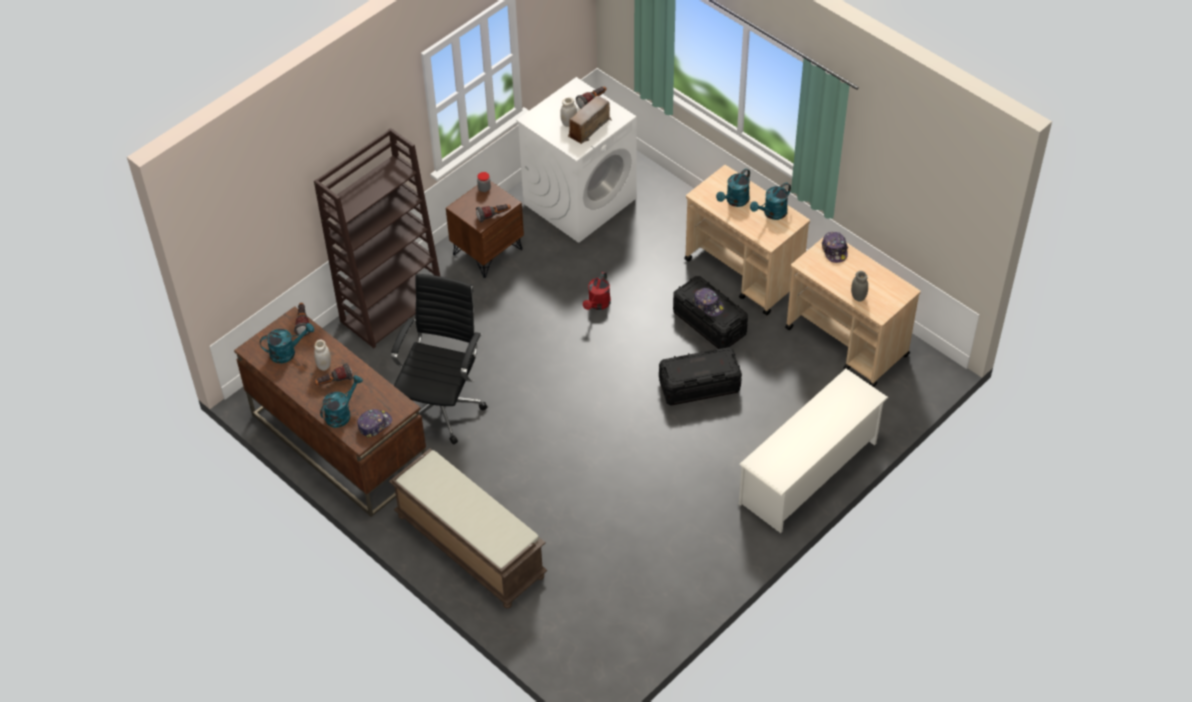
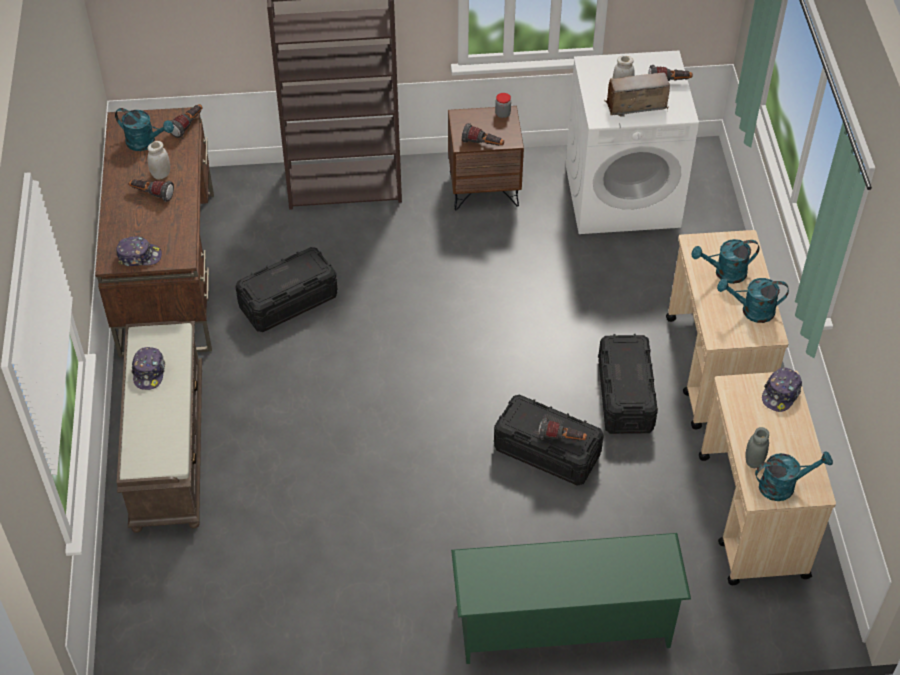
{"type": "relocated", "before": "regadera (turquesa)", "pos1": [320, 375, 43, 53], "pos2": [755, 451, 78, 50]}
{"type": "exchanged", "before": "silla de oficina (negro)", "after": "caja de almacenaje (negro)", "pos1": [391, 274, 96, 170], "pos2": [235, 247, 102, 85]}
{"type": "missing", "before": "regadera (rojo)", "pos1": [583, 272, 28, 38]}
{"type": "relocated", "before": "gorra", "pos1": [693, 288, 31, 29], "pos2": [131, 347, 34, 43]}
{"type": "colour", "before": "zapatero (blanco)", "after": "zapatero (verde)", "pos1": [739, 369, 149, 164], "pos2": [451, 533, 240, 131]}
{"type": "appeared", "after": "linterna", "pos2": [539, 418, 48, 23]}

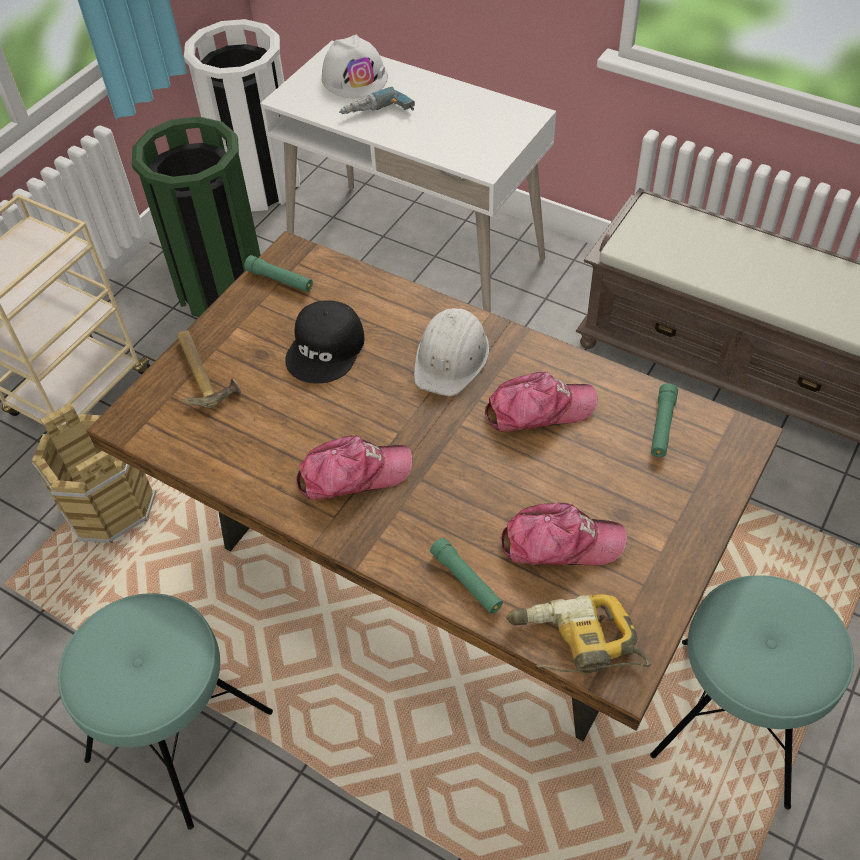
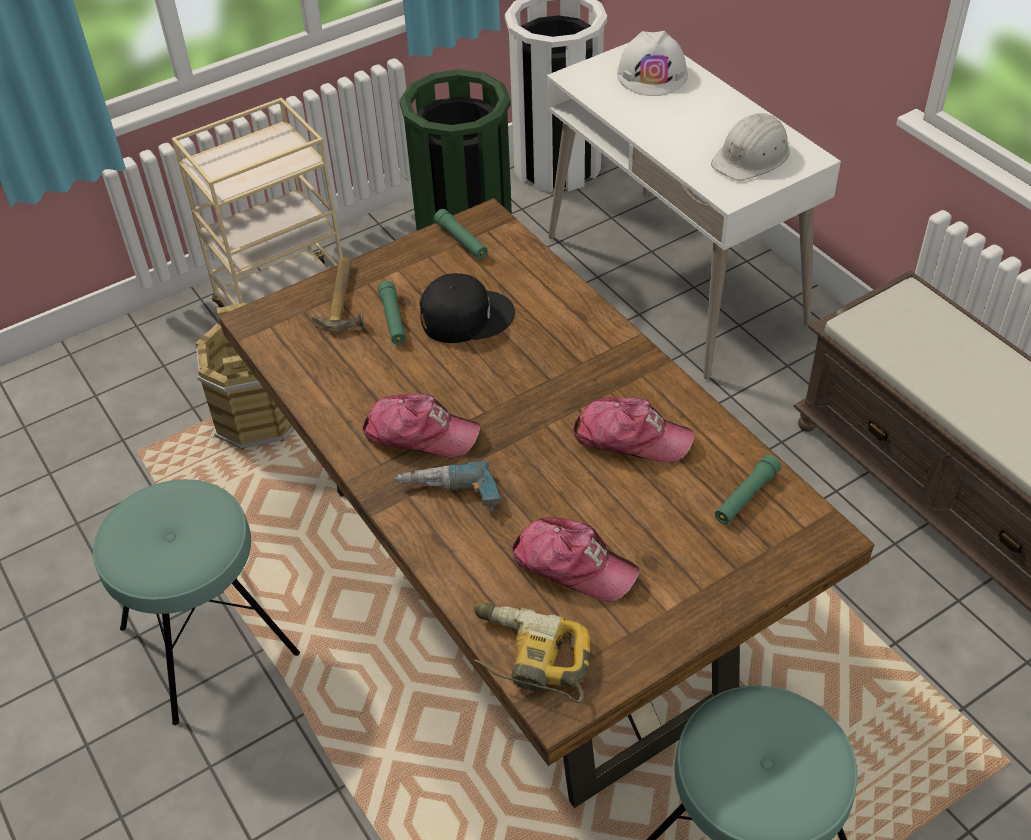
{"type": "spun", "before": "gorra (negro)", "pos1": [285, 300, 80, 84], "pos2": [420, 273, 95, 70], "turn": -150}
{"type": "relocated", "before": "taladro", "pos1": [339, 87, 76, 27], "pos2": [394, 461, 107, 51]}
{"type": "relocated", "before": "casco (blanco)", "pos1": [414, 308, 75, 88], "pos2": [711, 113, 79, 68]}
{"type": "relocated", "before": "linterna (verde)", "pos1": [430, 538, 73, 76], "pos2": [378, 281, 28, 64]}

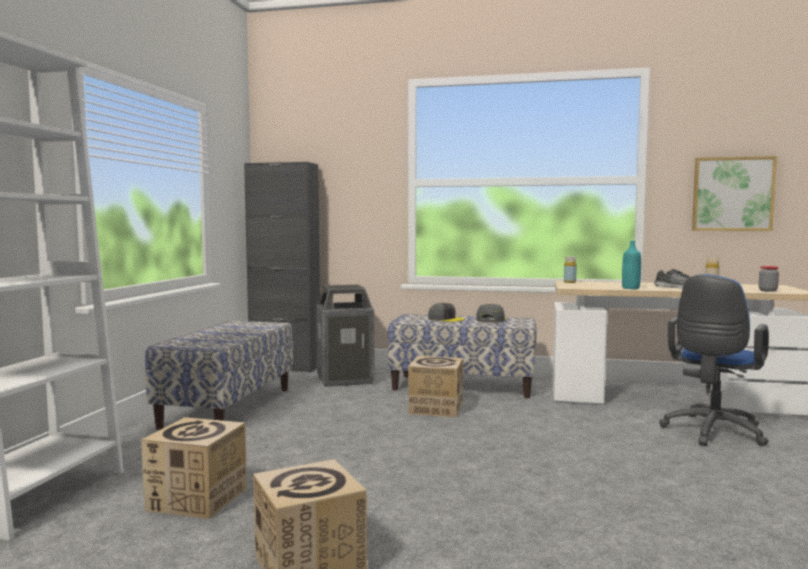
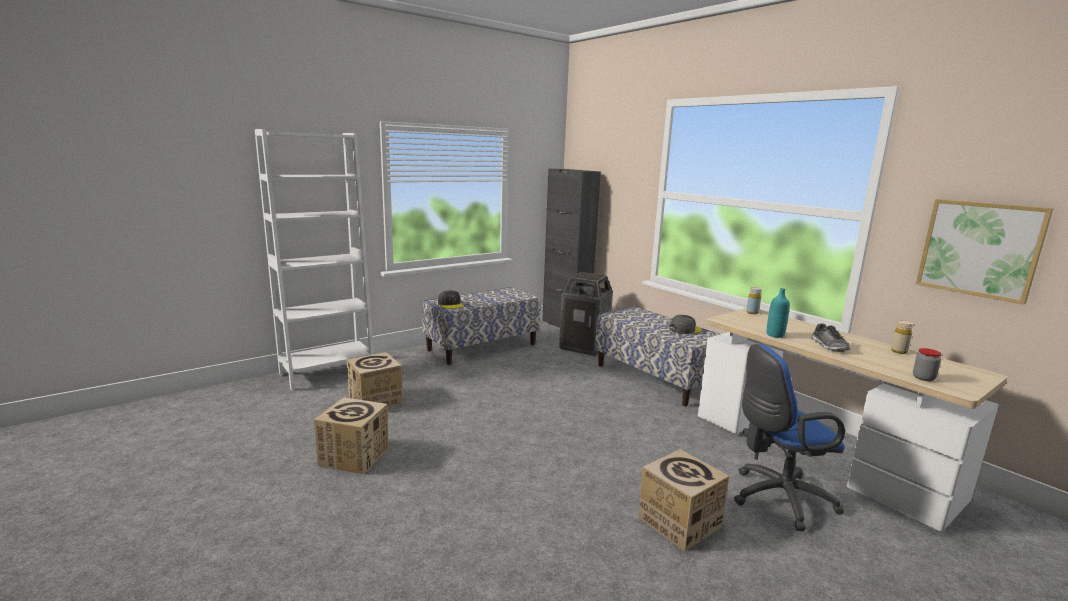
{"type": "relocated", "before": "caja de cartón", "pos1": [408, 356, 55, 62], "pos2": [639, 449, 90, 103]}
{"type": "relocated", "before": "gorra (gris)", "pos1": [428, 303, 37, 19], "pos2": [438, 290, 25, 19]}

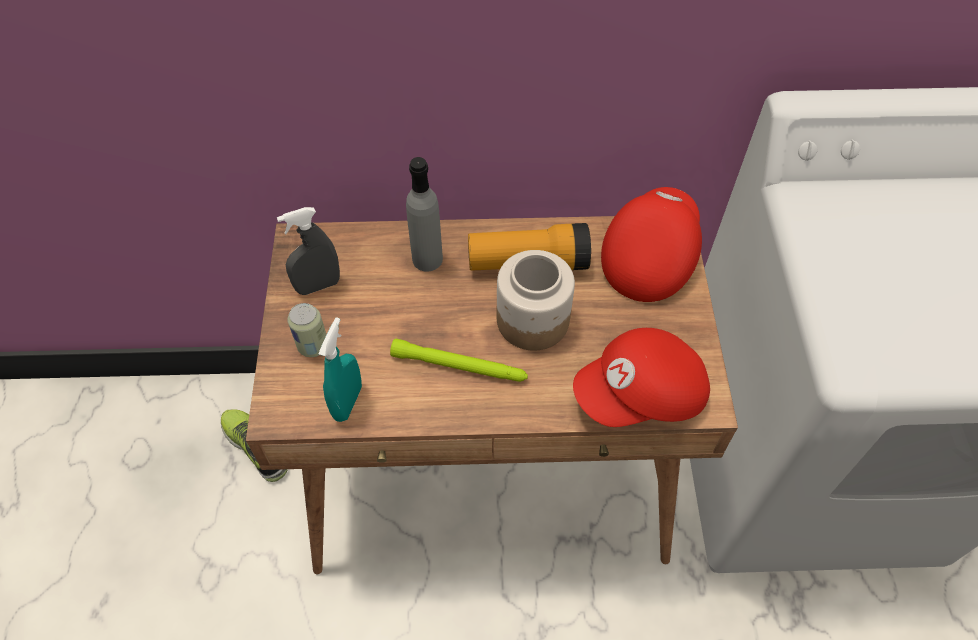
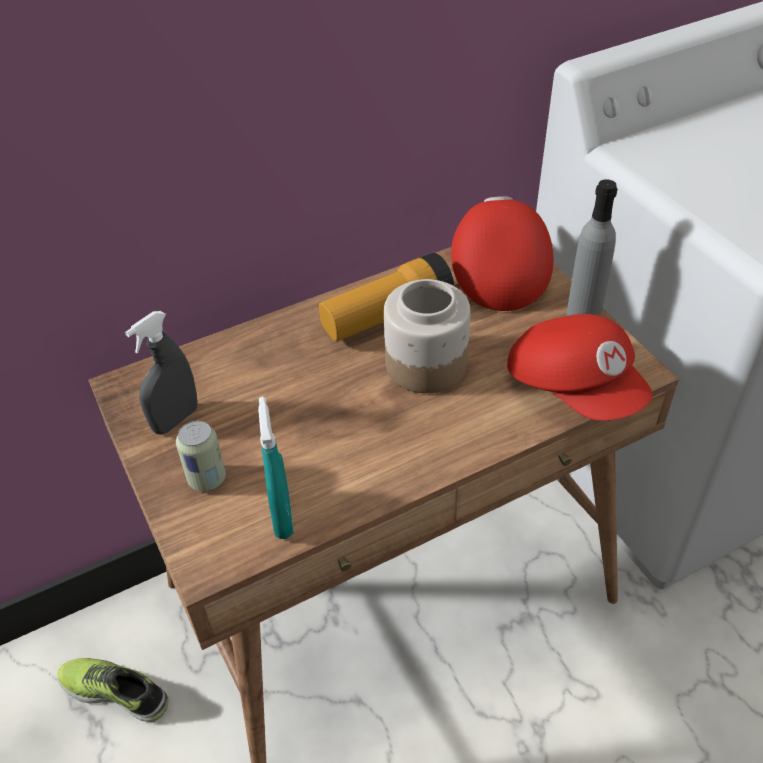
{"type": "missing", "before": "linterna (verde)", "pos1": [390, 339, 138, 43]}
{"type": "relocated", "before": "botella (gris)", "pos1": [406, 157, 37, 115], "pos2": [566, 179, 51, 137]}
{"type": "spun", "before": "gorra (rojo)", "pos1": [573, 328, 137, 99], "pos2": [507, 314, 146, 107], "turn": -75}

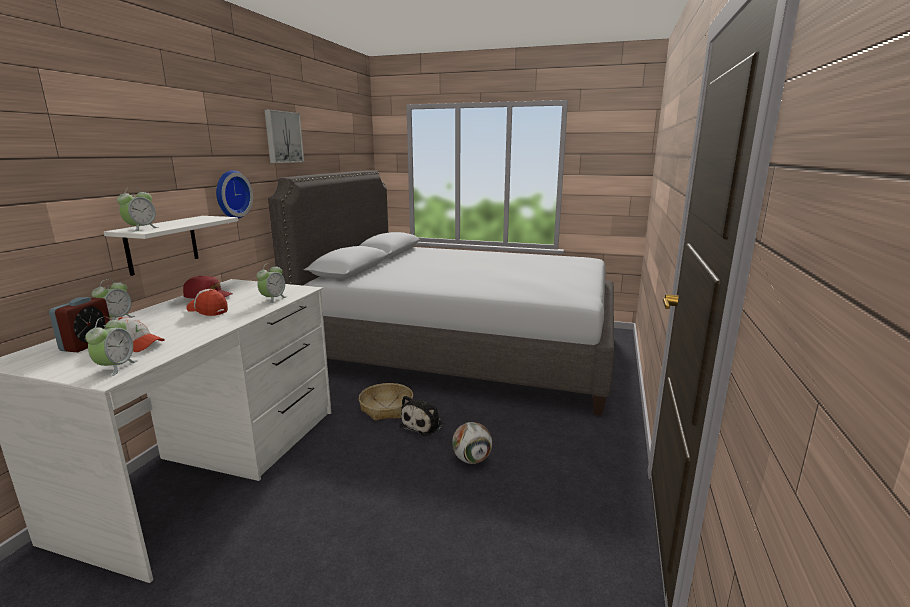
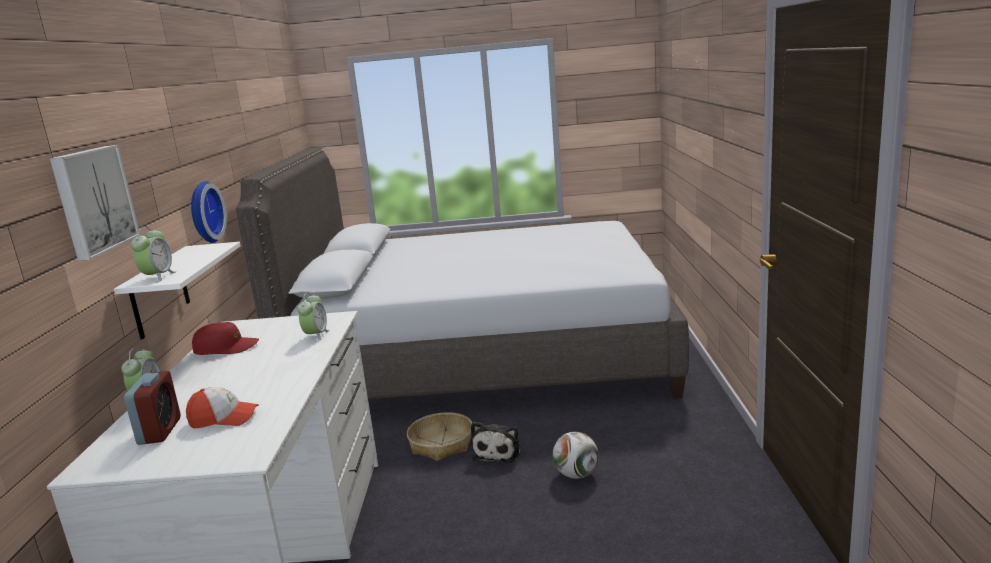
{"type": "missing", "before": "despertador", "pos1": [85, 316, 53, 60]}
{"type": "missing", "before": "gorra", "pos1": [187, 289, 41, 27]}
{"type": "relocated", "before": "cuadro", "pos1": [264, 110, 40, 53], "pos2": [50, 145, 89, 116]}

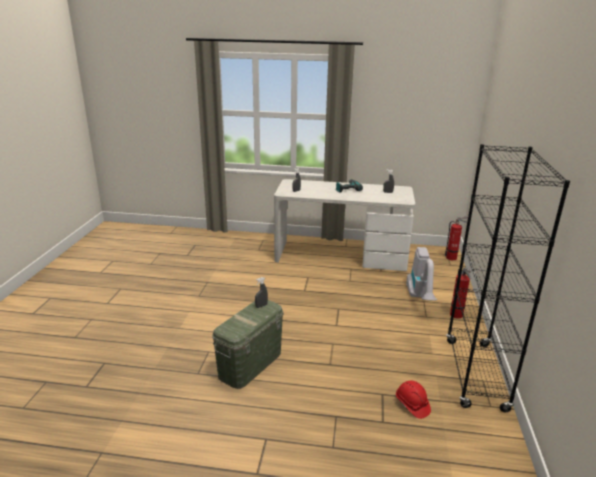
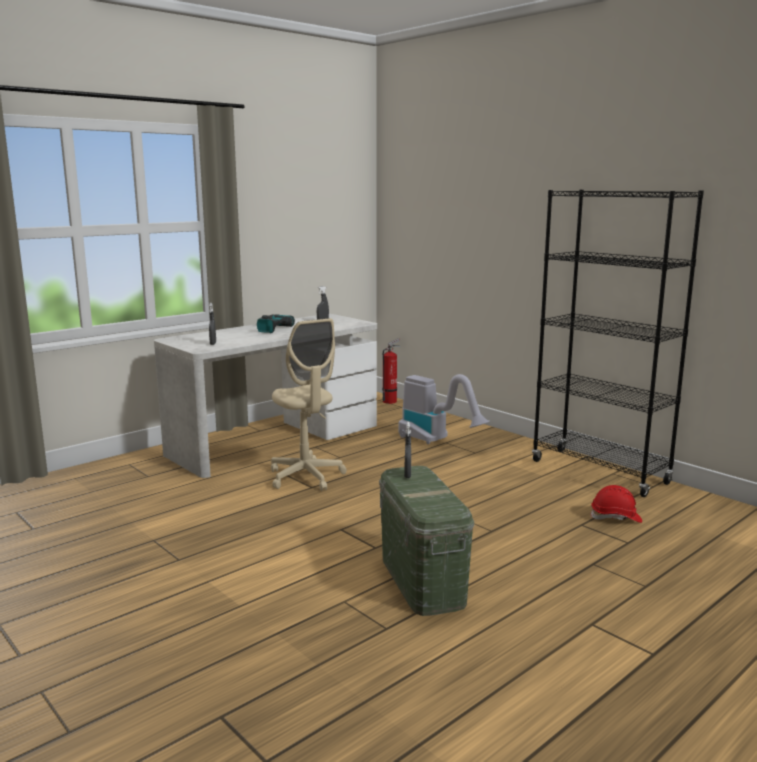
{"type": "missing", "before": "extintor", "pos1": [450, 268, 22, 51]}
{"type": "appeared", "after": "silla de oficina (beis)", "pos2": [271, 318, 76, 173]}

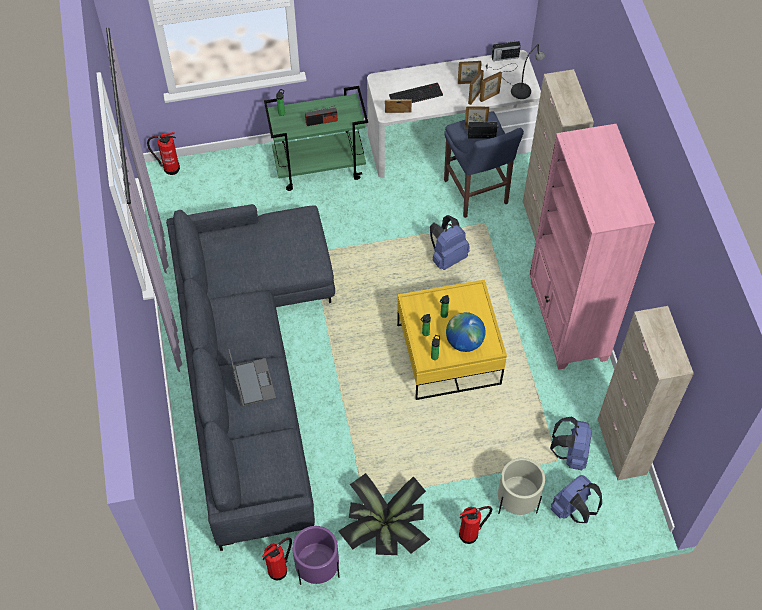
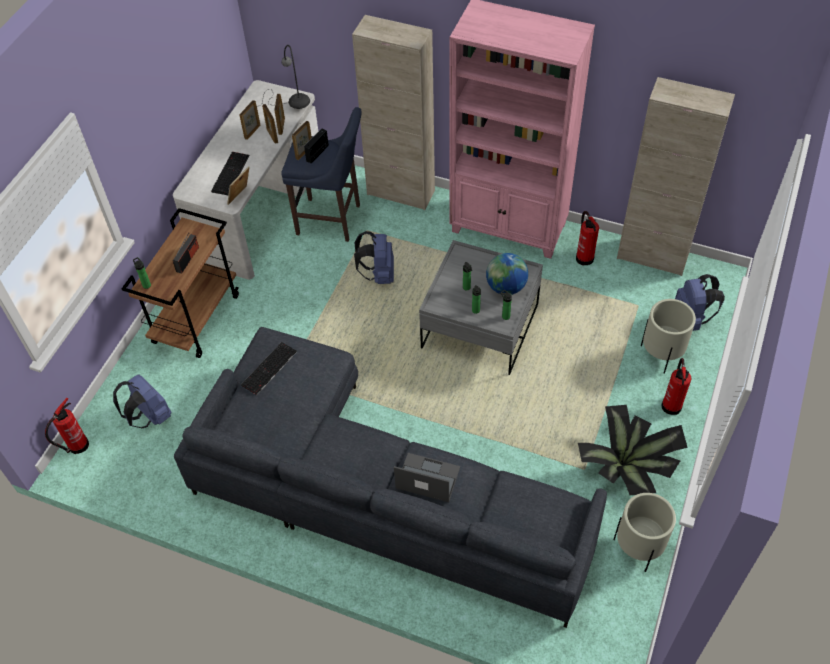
{"type": "relocated", "before": "extintor", "pos1": [262, 537, 30, 44], "pos2": [576, 211, 23, 55]}
{"type": "colour", "before": "carrito (verde)", "after": "carrito (marrón)", "pos1": [264, 86, 104, 105], "pos2": [122, 208, 117, 150]}
{"type": "colour", "before": "maceta (morado)", "after": "maceta (beis)", "pos1": [292, 526, 48, 59], "pos2": [613, 493, 63, 79]}
{"type": "colour", "before": "mesa de centro (amarillo)", "after": "mesa de centro (gris)", "pos1": [397, 279, 110, 121], "pos2": [419, 240, 124, 135]}
{"type": "missing", "before": "radio", "pos1": [492, 41, 29, 20]}
{"type": "relocated", "before": "mochila (azul)", "pos1": [550, 417, 42, 53], "pos2": [113, 375, 58, 53]}
{"type": "appeared", "after": "teclado", "pos2": [241, 342, 56, 53]}

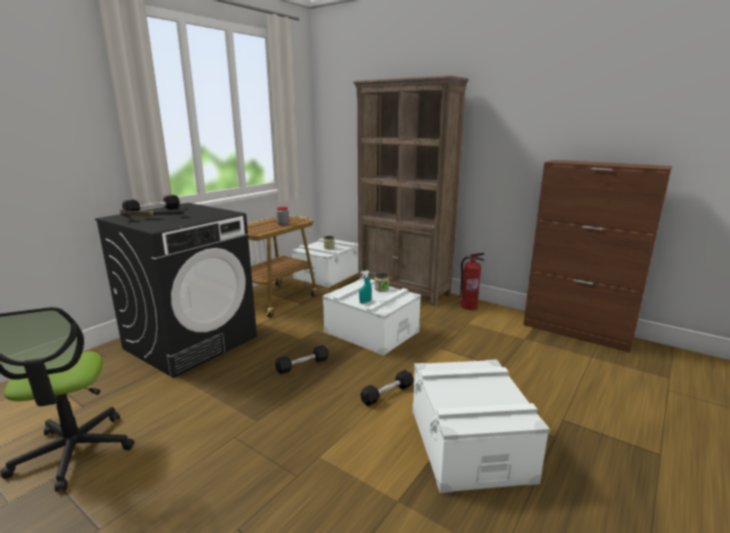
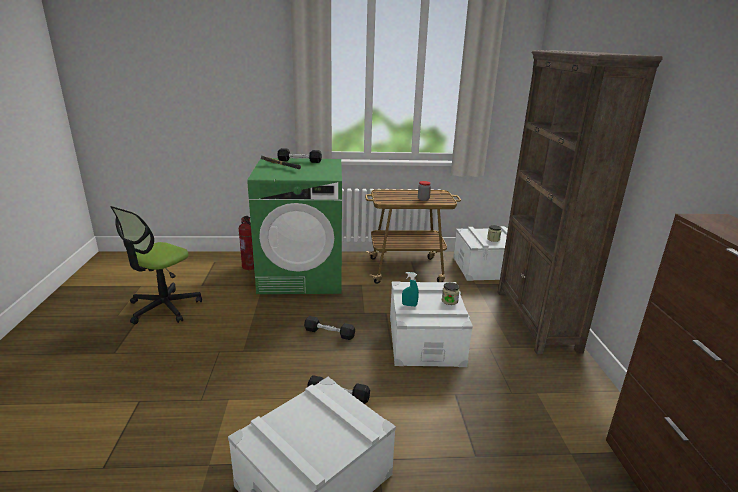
{"type": "colour", "before": "lavadora (negro)", "after": "lavadora (verde)", "pos1": [95, 203, 162, 175], "pos2": [247, 158, 95, 136]}
{"type": "relocated", "before": "extintor", "pos1": [460, 253, 24, 57], "pos2": [239, 216, 15, 54]}

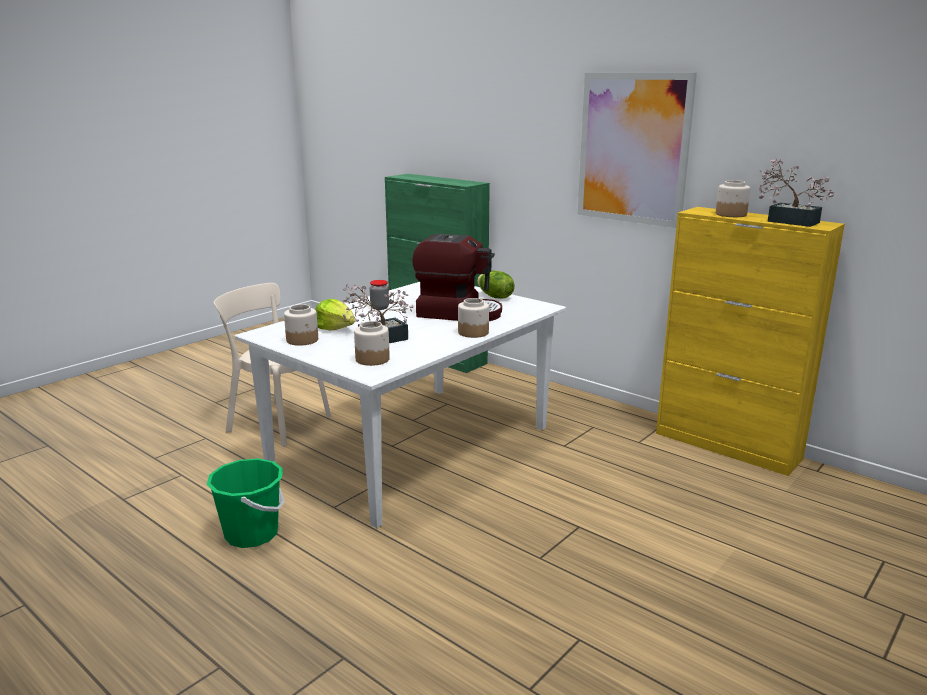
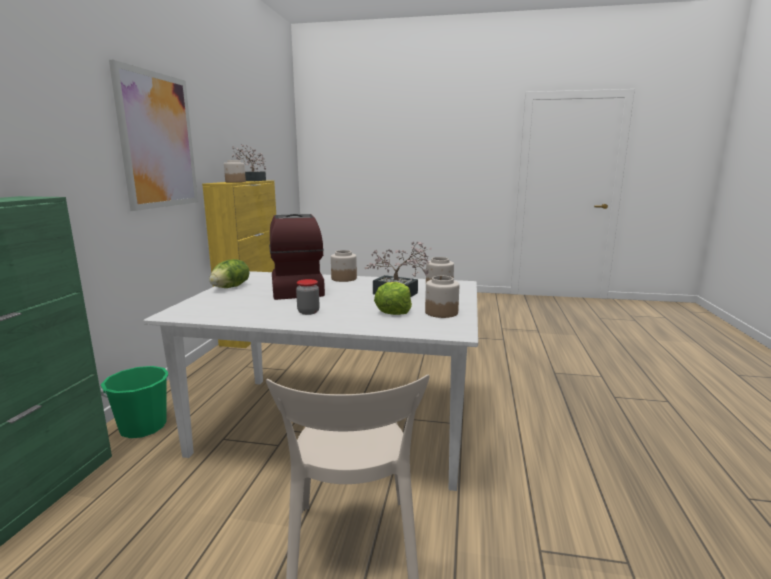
{"type": "relocated", "before": "cubo (verde)", "pos1": [206, 458, 79, 90], "pos2": [100, 366, 68, 72]}

